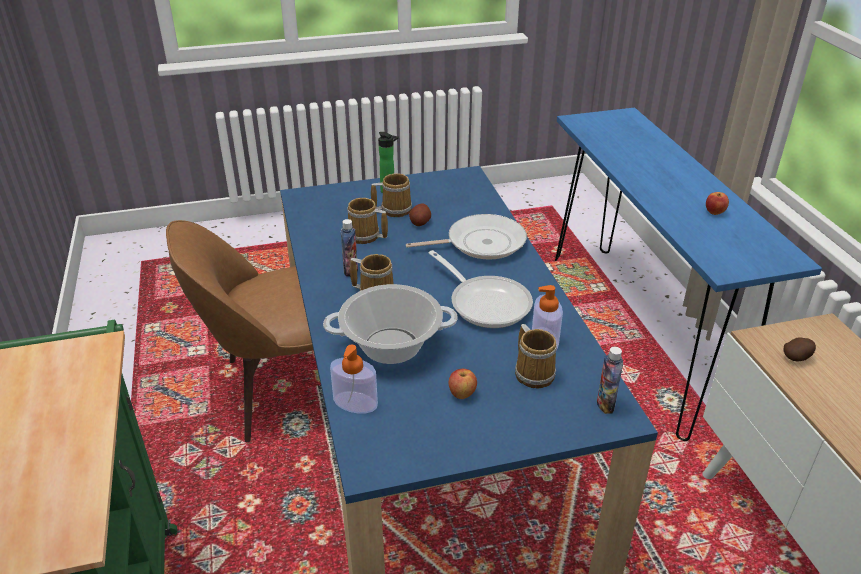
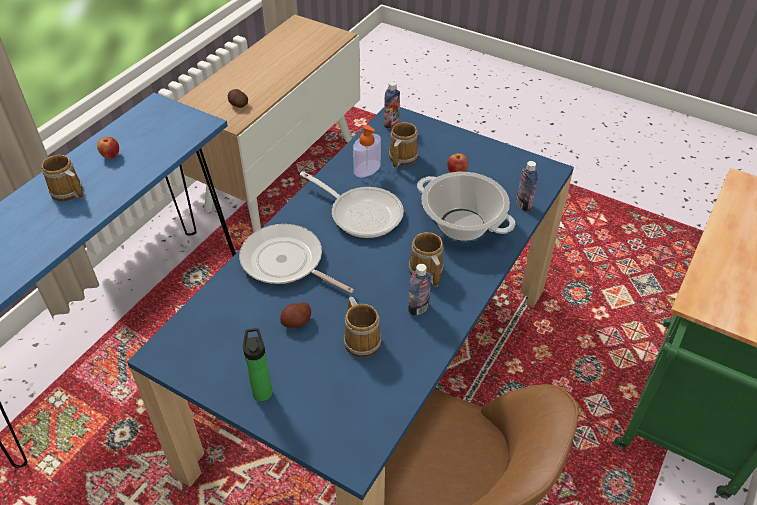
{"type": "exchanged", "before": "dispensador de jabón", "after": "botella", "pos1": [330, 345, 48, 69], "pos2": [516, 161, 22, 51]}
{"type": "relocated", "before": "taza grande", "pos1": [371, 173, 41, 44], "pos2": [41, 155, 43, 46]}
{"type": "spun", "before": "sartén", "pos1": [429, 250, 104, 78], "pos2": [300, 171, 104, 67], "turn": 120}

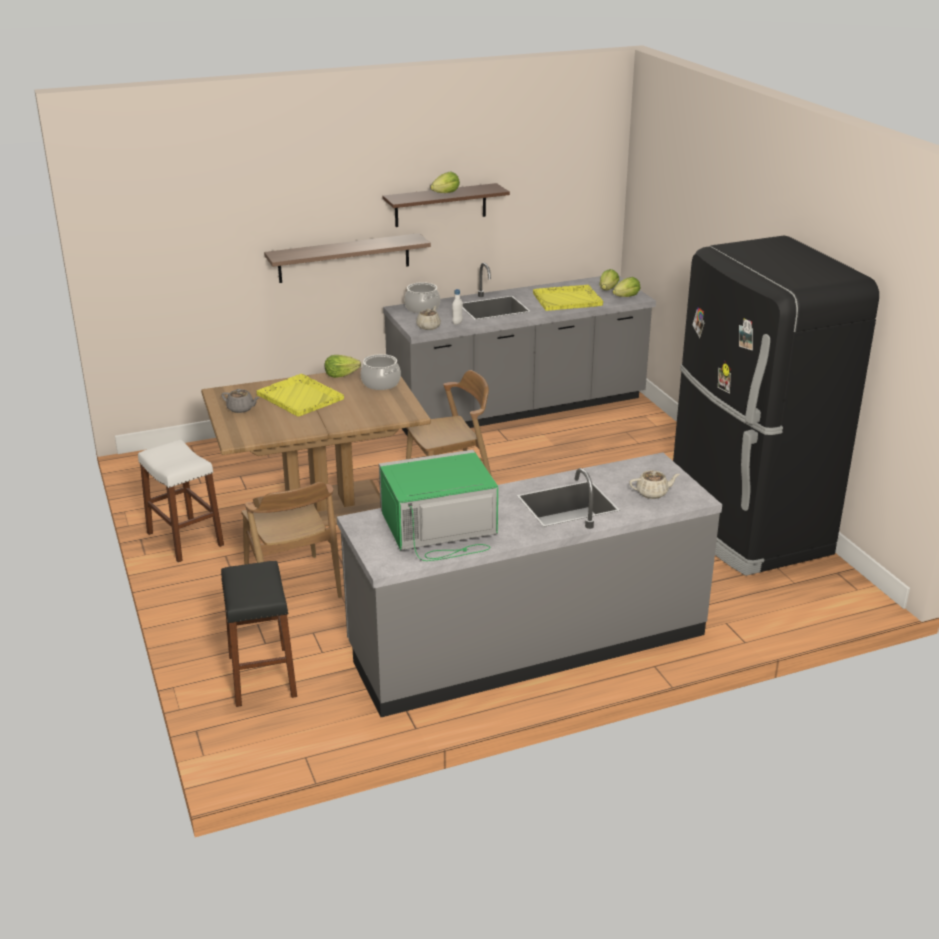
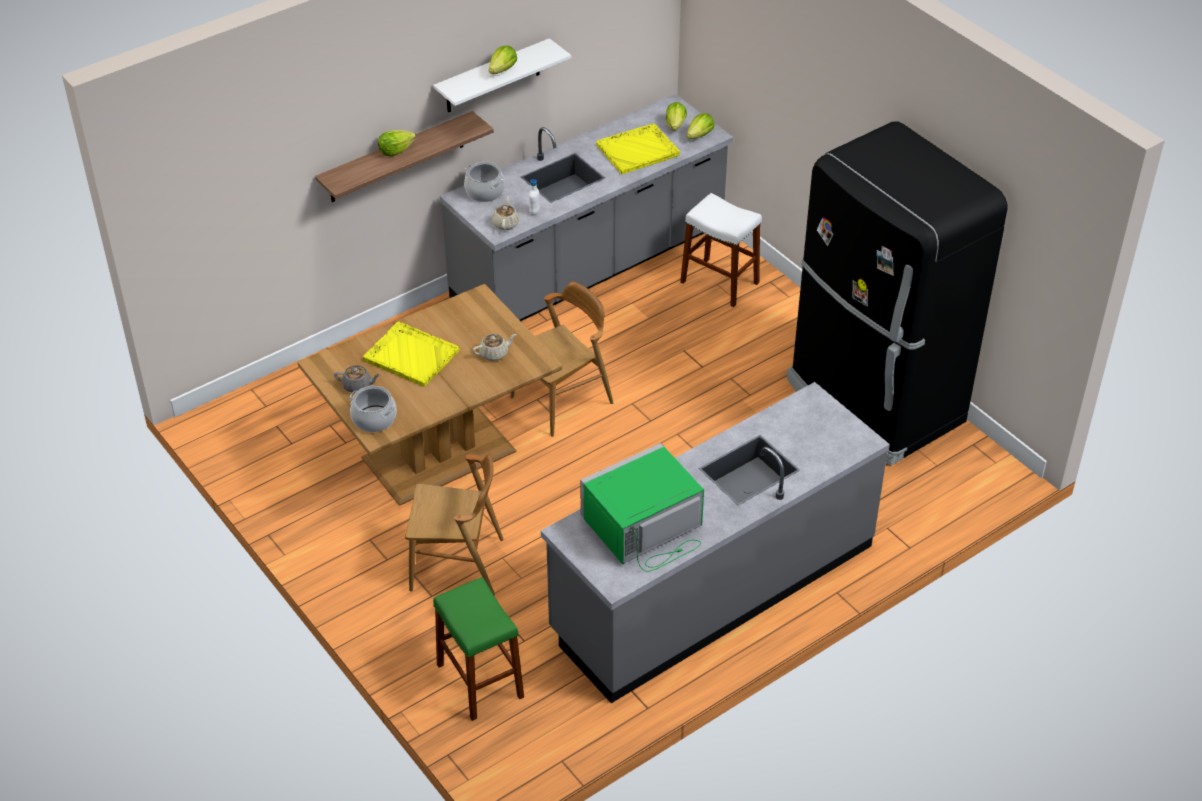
{"type": "relocated", "before": "taburete (blanco)", "pos1": [138, 440, 86, 123], "pos2": [680, 193, 82, 114]}
{"type": "colour", "before": "taburete (negro)", "after": "taburete (verde)", "pos1": [221, 561, 76, 146], "pos2": [433, 577, 91, 144]}
{"type": "spun", "before": "silla (marrón)", "pos1": [241, 482, 101, 116], "pos2": [405, 453, 99, 143], "turn": -45}
{"type": "relocated", "before": "lechuga", "pos1": [325, 355, 36, 23], "pos2": [378, 130, 38, 26]}
{"type": "relocated", "before": "olla", "pos1": [361, 354, 40, 36], "pos2": [350, 386, 47, 46]}
{"type": "colour", "before": "estante (marrón)", "after": "estante (blanco)", "pos1": [383, 183, 127, 44], "pos2": [433, 38, 138, 74]}
{"type": "relocated", "before": "tetera (beis)", "pos1": [629, 470, 51, 29], "pos2": [472, 334, 44, 27]}

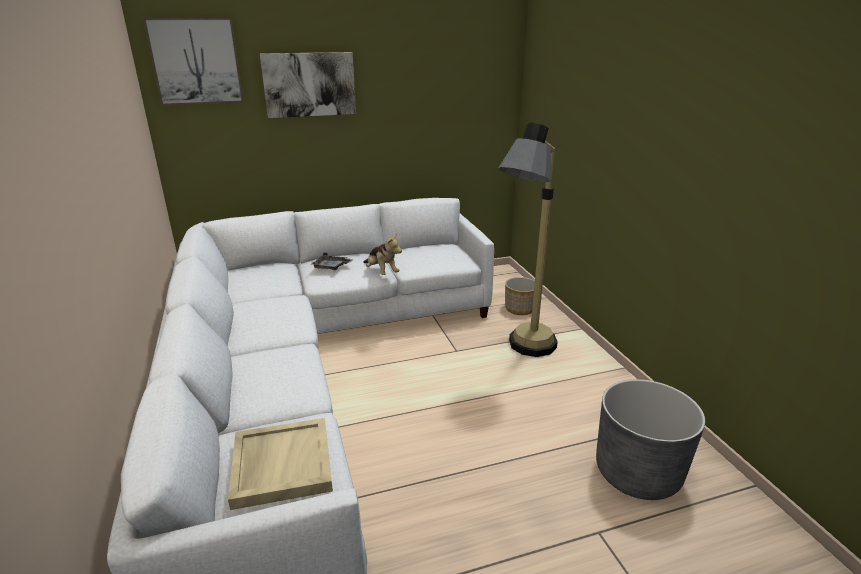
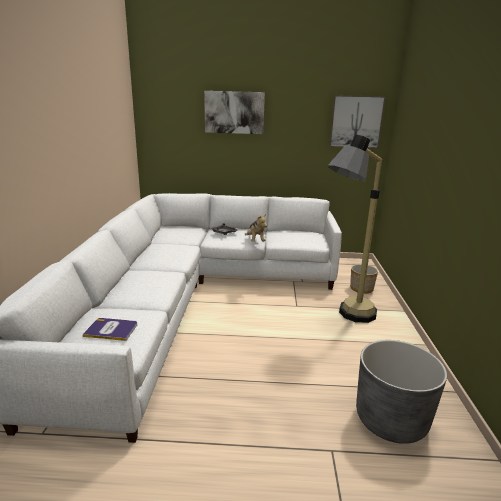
{"type": "relocated", "before": "cuadro", "pos1": [143, 18, 101, 88], "pos2": [329, 95, 57, 54]}
{"type": "exchanged", "before": "bandeja (beis)", "after": "libro", "pos1": [228, 418, 105, 92], "pos2": [83, 318, 54, 23]}

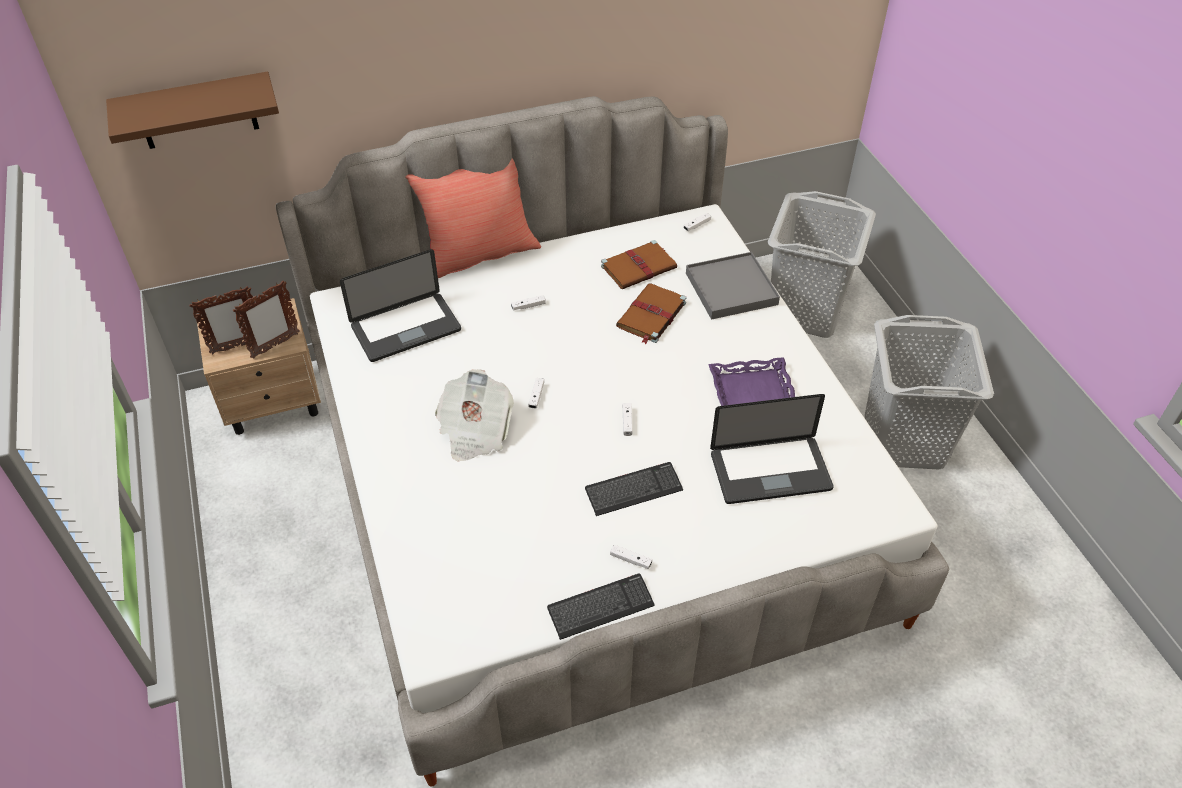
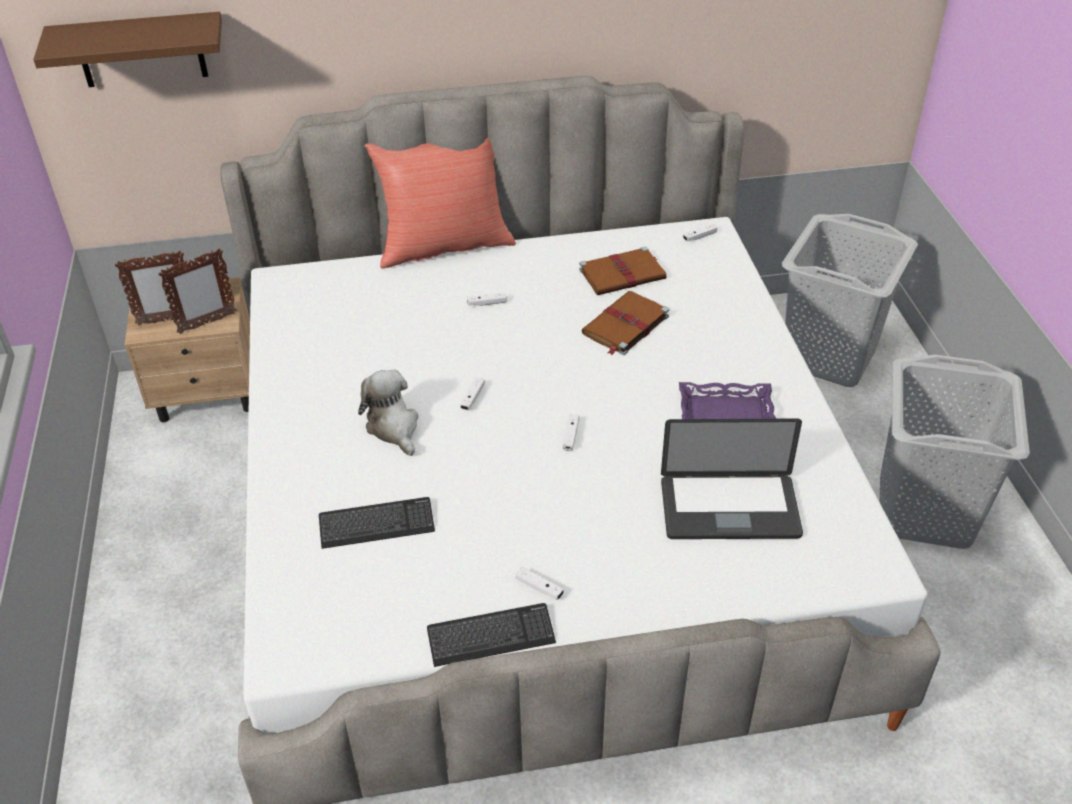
{"type": "missing", "before": "portátil", "pos1": [340, 249, 121, 113]}
{"type": "exchanged", "before": "periódico", "after": "peluche", "pos1": [435, 369, 79, 93], "pos2": [358, 369, 60, 87]}
{"type": "relocated", "before": "teclado", "pos1": [585, 462, 98, 54], "pos2": [319, 497, 116, 52]}
{"type": "missing", "before": "bandeja (gris)", "pos1": [686, 252, 94, 68]}

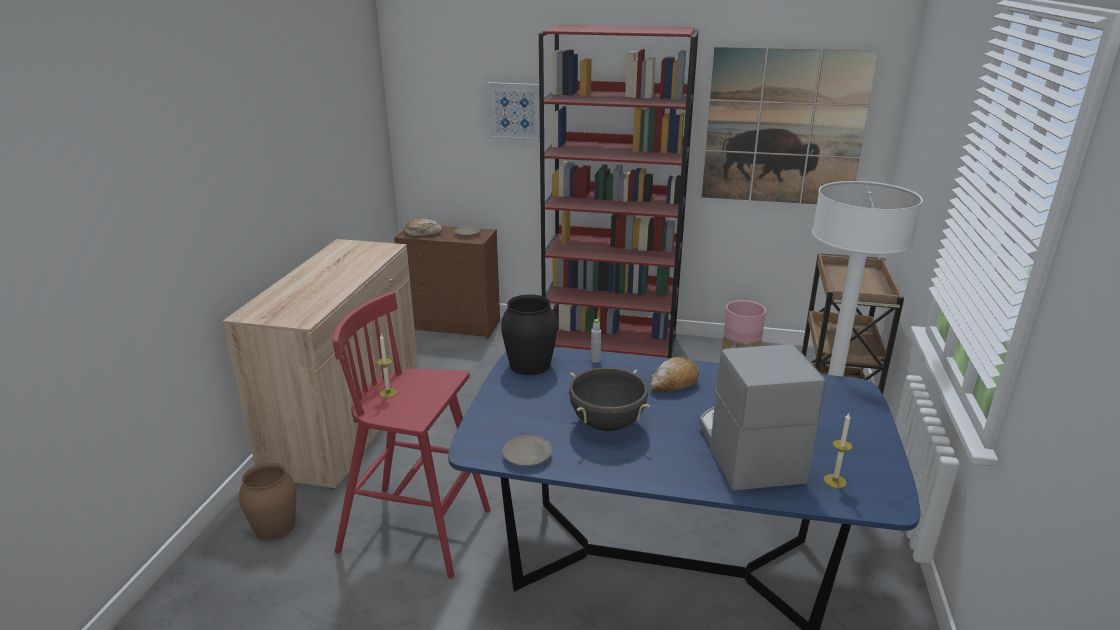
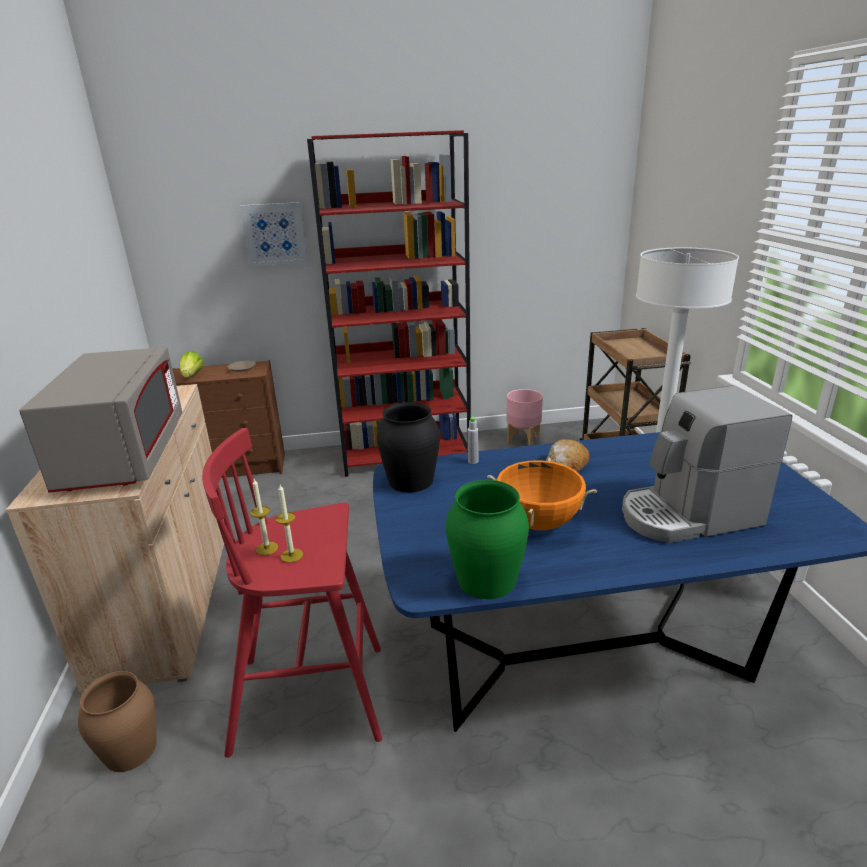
{"type": "exchanged", "before": "pan", "after": "lechuga", "pos1": [404, 218, 39, 19], "pos2": [180, 351, 24, 27]}
{"type": "exchanged", "before": "plato (beis)", "after": "florero (verde)", "pos1": [503, 435, 49, 31], "pos2": [446, 480, 83, 119]}
{"type": "colour", "before": "olla (negro)", "after": "olla (naranja)", "pos1": [569, 367, 81, 64], "pos2": [487, 458, 110, 72]}
{"type": "spun", "before": "cafetera", "pos1": [699, 344, 127, 147], "pos2": [622, 385, 170, 158], "turn": -75}
{"type": "missing", "before": "cuadro", "pos1": [702, 47, 177, 157]}
{"type": "relocated", "before": "vela", "pos1": [824, 413, 28, 75], "pos2": [276, 485, 27, 78]}
{"type": "appeared", "after": "microondas (gris)", "pos2": [19, 347, 163, 146]}

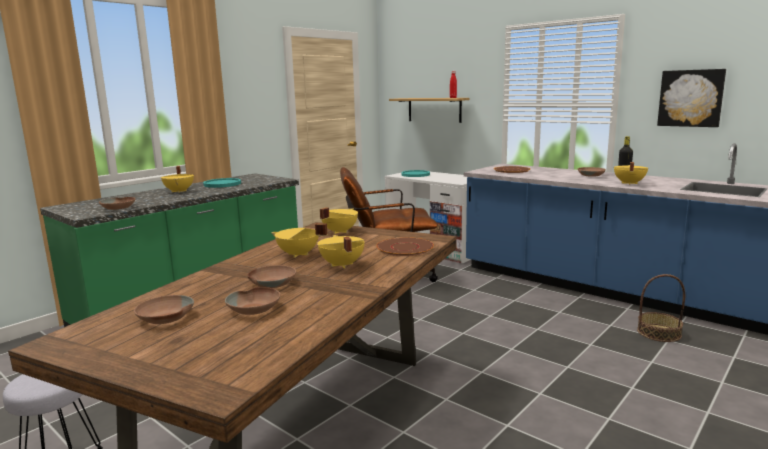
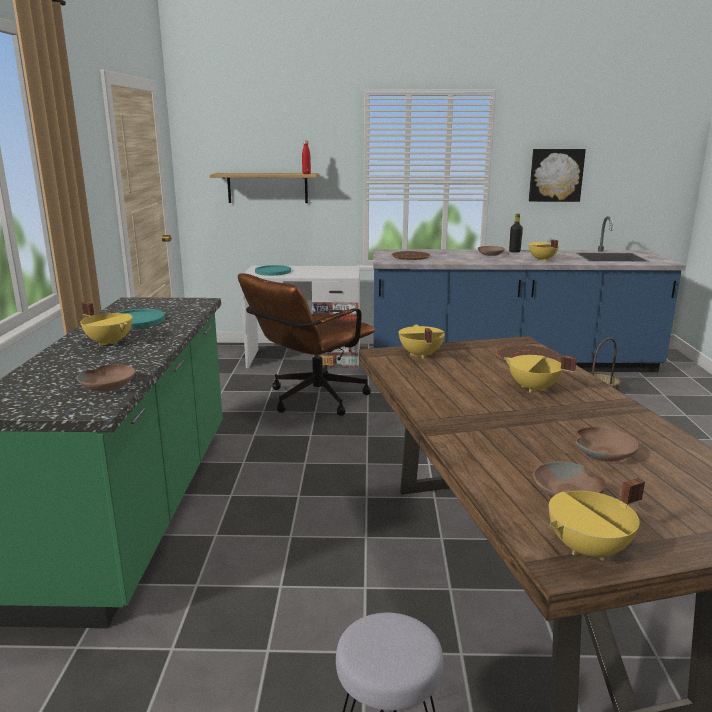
{"type": "missing", "before": "cuenco (marrón)", "pos1": [247, 265, 49, 23]}
{"type": "relocated", "before": "olla (amarillo)", "pos1": [271, 223, 57, 35], "pos2": [549, 478, 96, 83]}

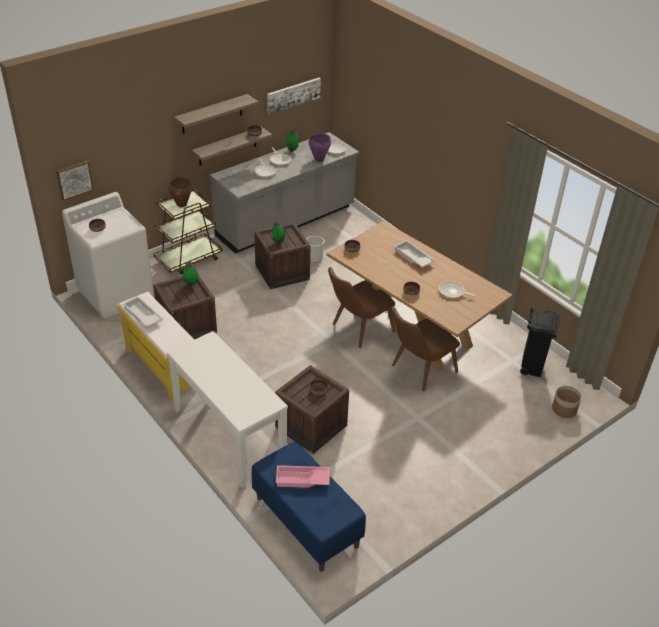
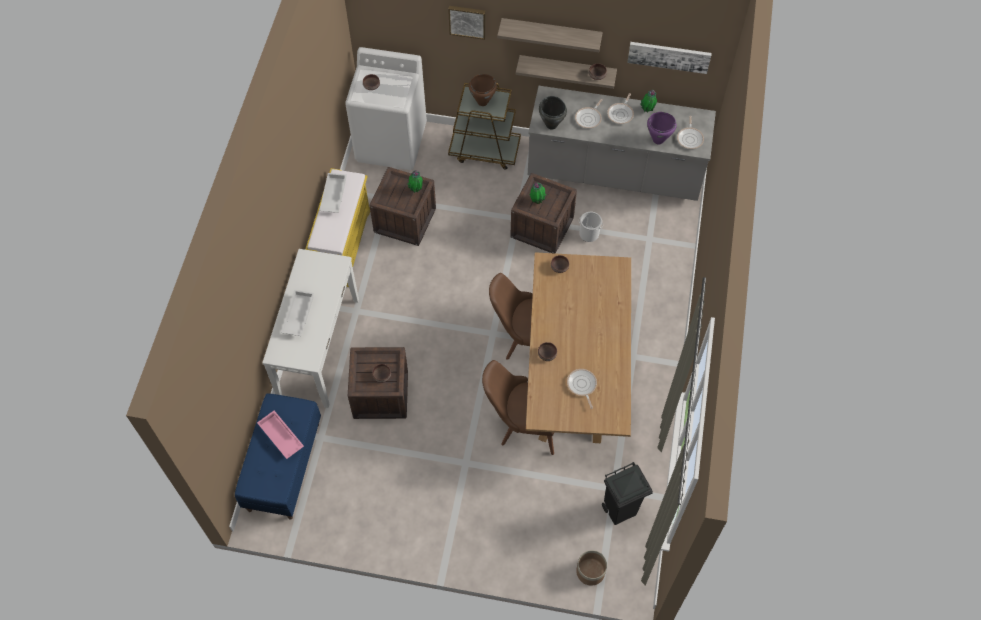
{"type": "relocated", "before": "cuadro", "pos1": [56, 160, 38, 41], "pos2": [448, 6, 38, 34]}
{"type": "relocated", "before": "bandeja (blanco)", "pos1": [394, 240, 41, 27], "pos2": [281, 290, 33, 46]}
{"type": "appeared", "after": "olla (negro)", "pos2": [539, 96, 28, 34]}

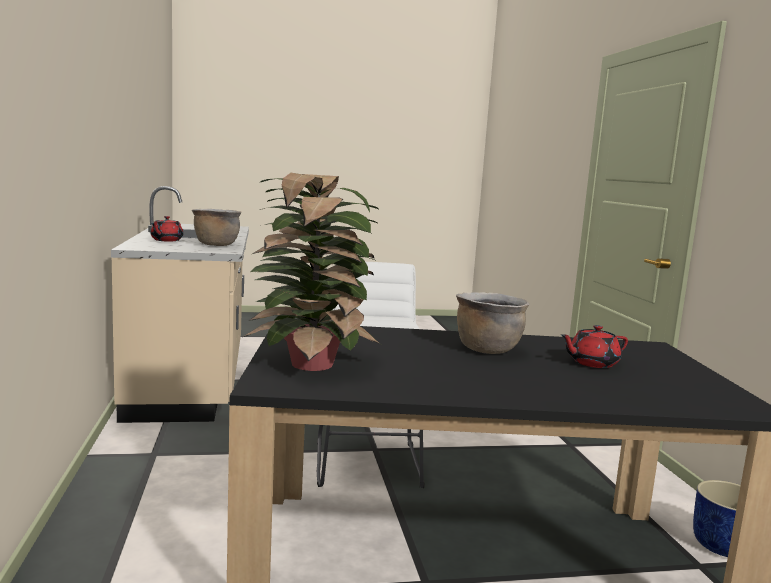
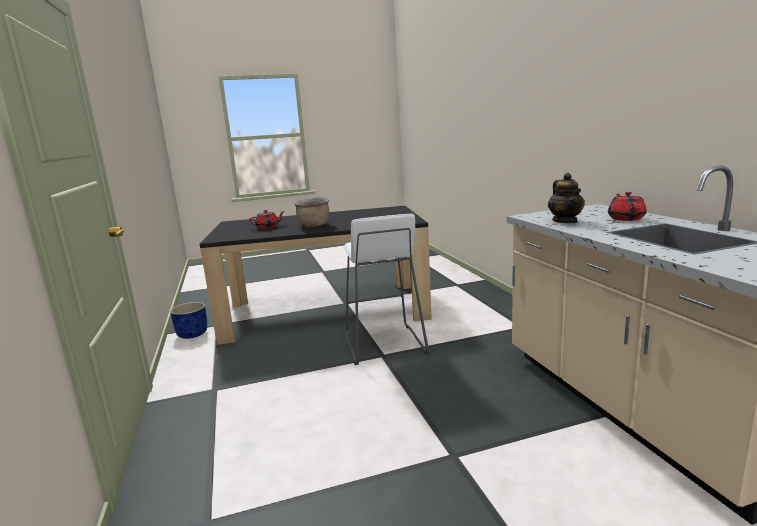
{"type": "exchanged", "before": "olla (marrón)", "after": "tetera", "pos1": [192, 209, 49, 37], "pos2": [548, 173, 37, 50]}
{"type": "missing", "before": "planta en maceta", "pos1": [243, 173, 138, 198]}

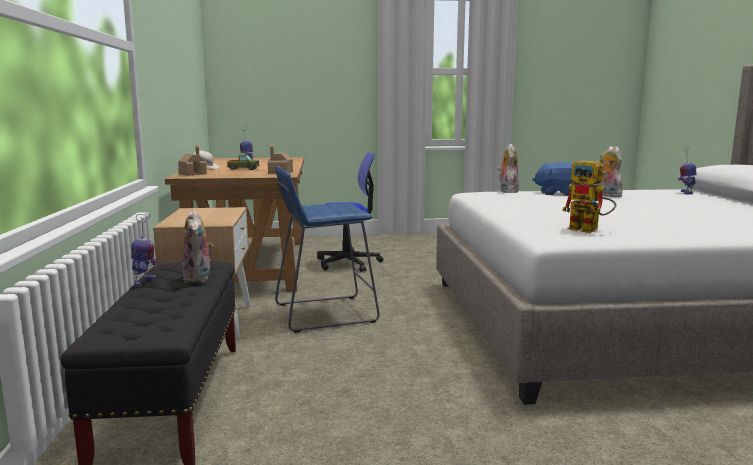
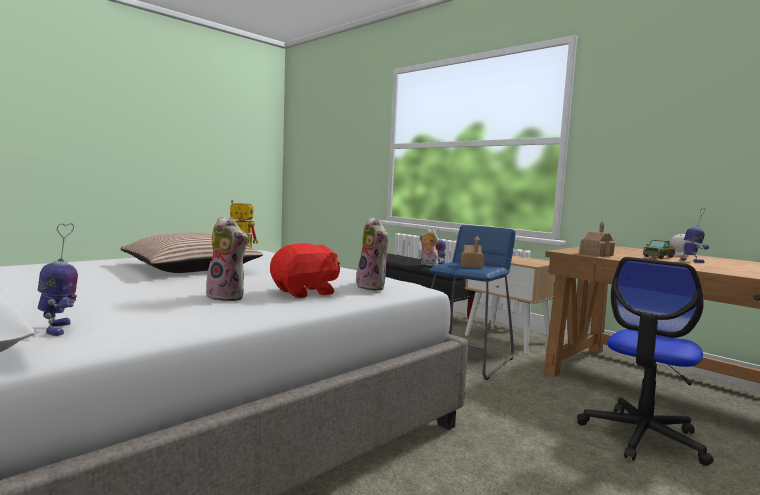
{"type": "relocated", "before": "casita", "pos1": [178, 144, 29, 32], "pos2": [461, 236, 23, 32]}
{"type": "colour", "before": "peluche (azul)", "after": "peluche (rojo)", "pos1": [532, 162, 49, 34], "pos2": [270, 243, 70, 55]}
{"type": "appeared", "after": "cojín", "pos2": [120, 232, 143, 41]}

